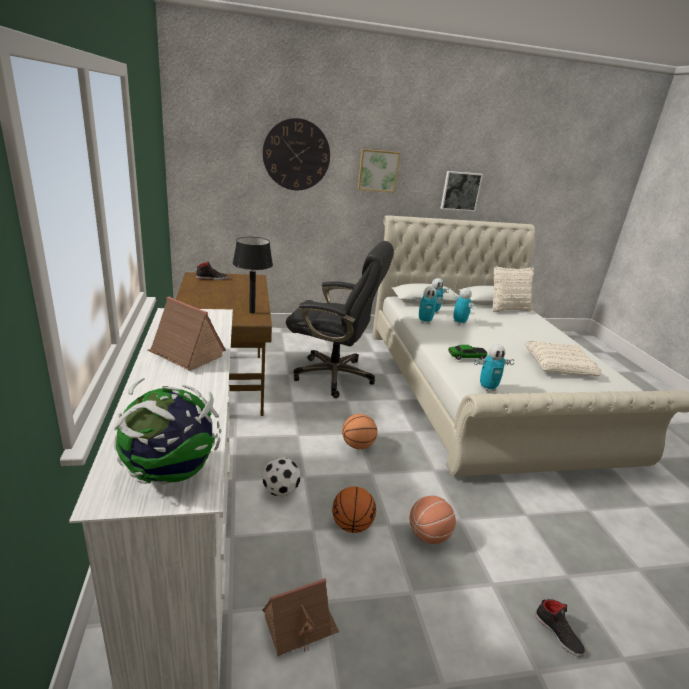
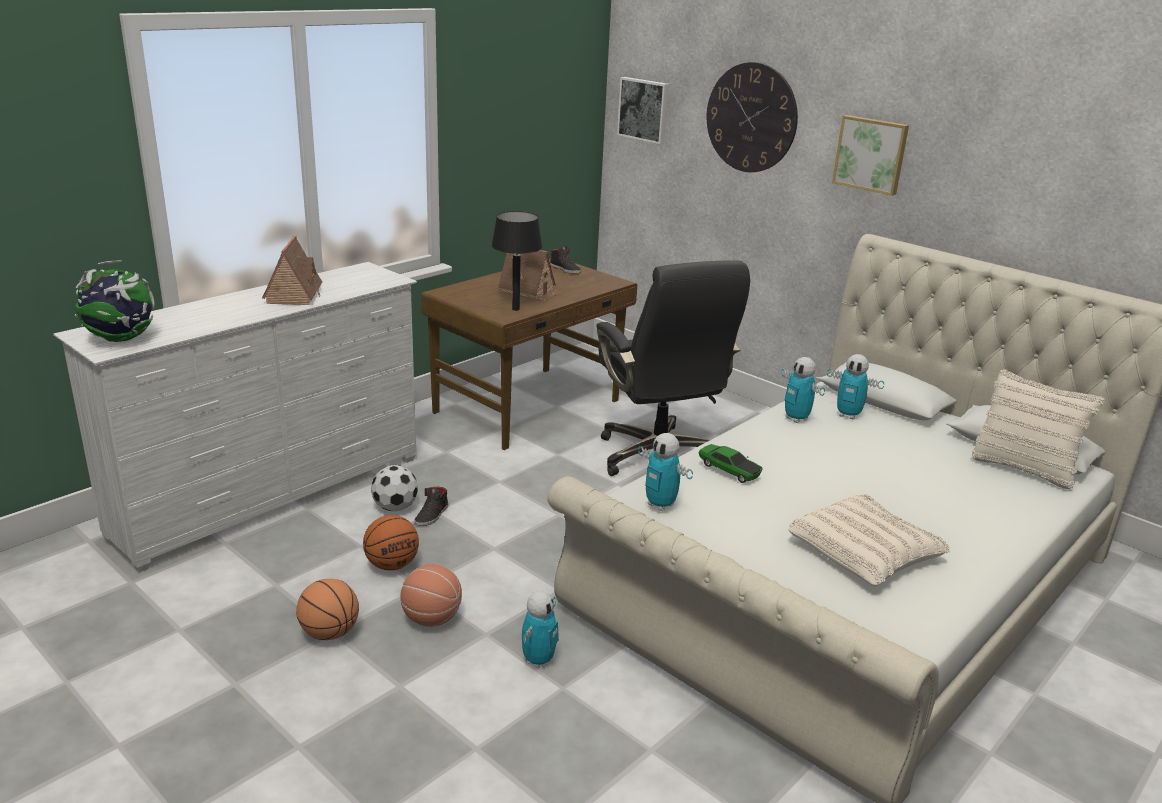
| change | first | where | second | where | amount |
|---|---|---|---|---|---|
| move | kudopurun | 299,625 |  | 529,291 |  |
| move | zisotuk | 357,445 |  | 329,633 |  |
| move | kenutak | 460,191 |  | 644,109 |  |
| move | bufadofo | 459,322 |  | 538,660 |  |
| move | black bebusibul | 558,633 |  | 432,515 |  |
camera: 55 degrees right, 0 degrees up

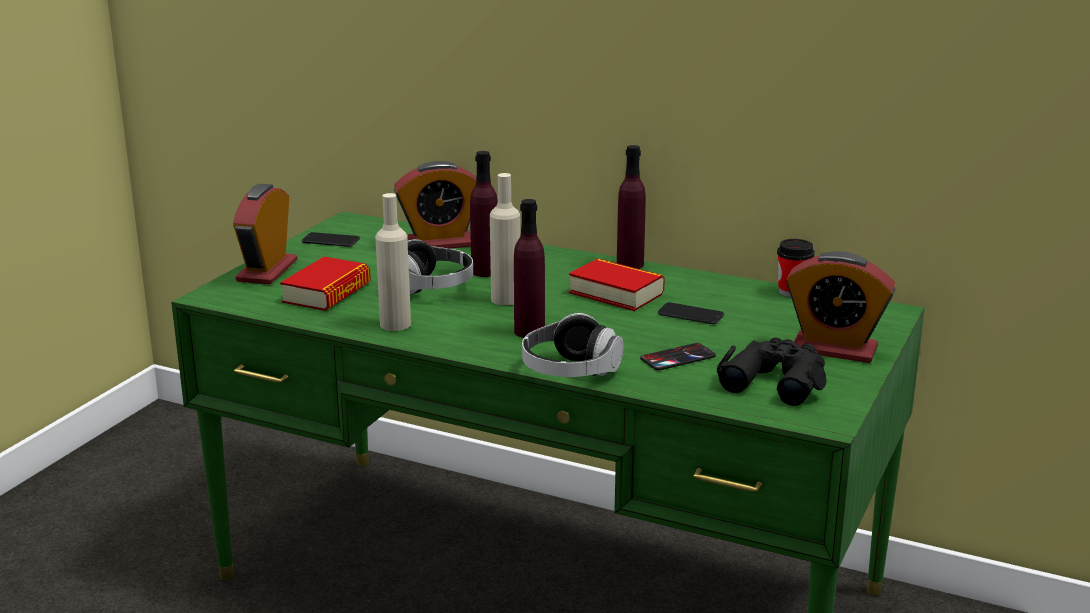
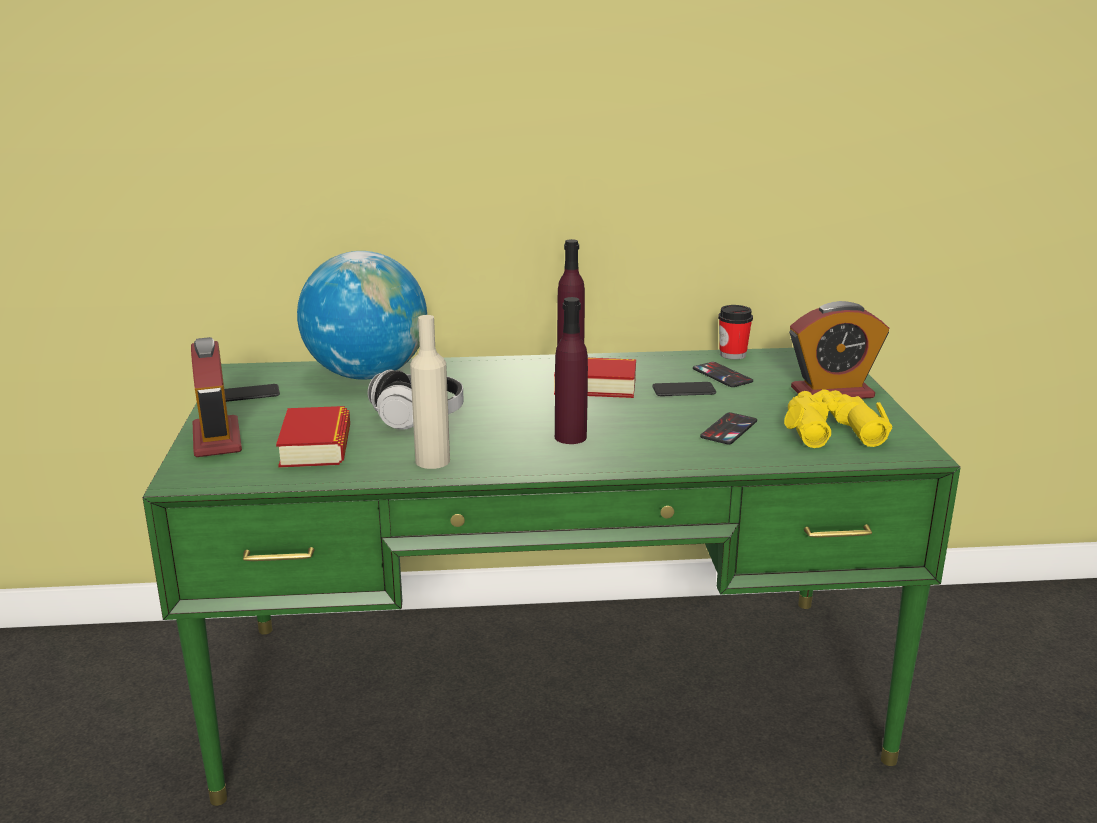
| change | first | where | second | where | amount |
|---|---|---|---|---|---|
| replace | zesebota | 439,243 | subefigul | 367,375 |  |
| delete | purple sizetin | 485,271 |  |  |  |
| delete | beige sizetin | 505,299 |  |  |  |
| delete | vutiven | 570,372 |  |  |  |
| recolor | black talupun | 775,380 | yellow talupun | 830,429 |  |
| insert |  |  | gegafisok | 722,375 |  |
camera: 30 degrees left, 0 degrees up

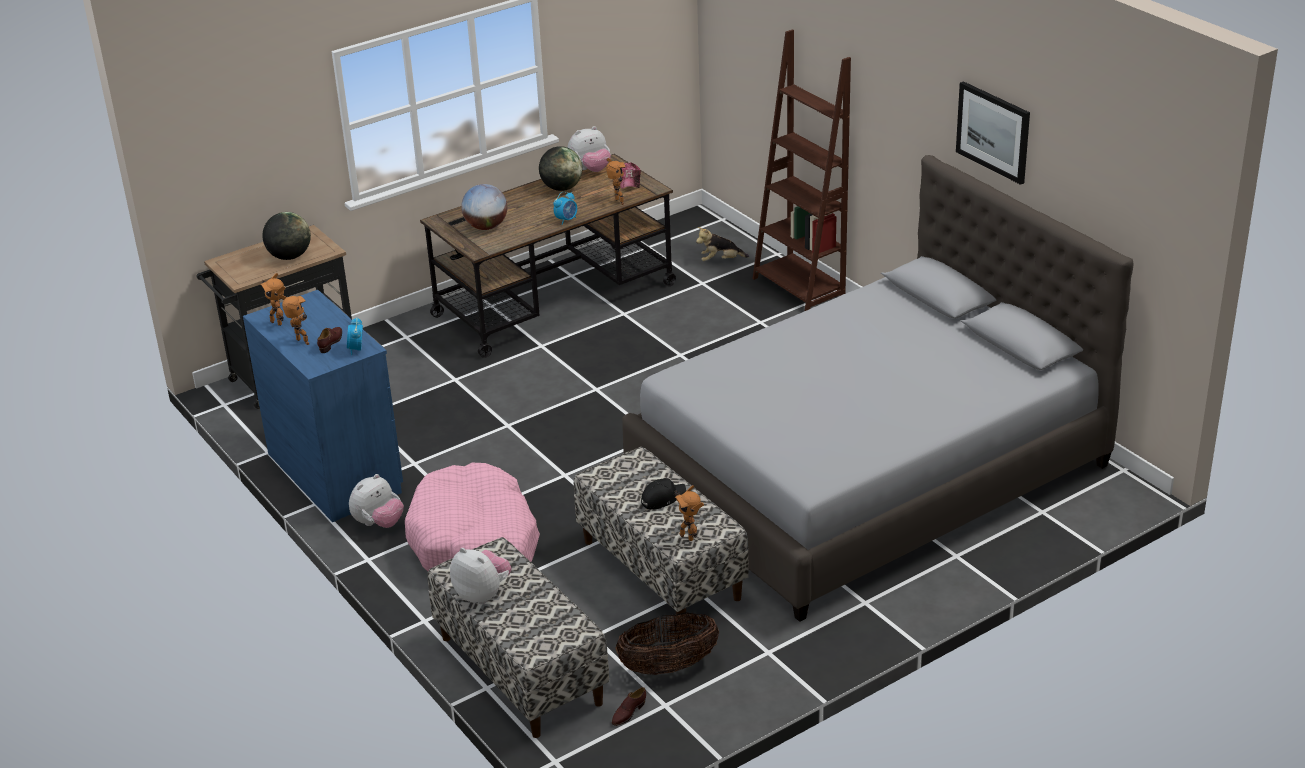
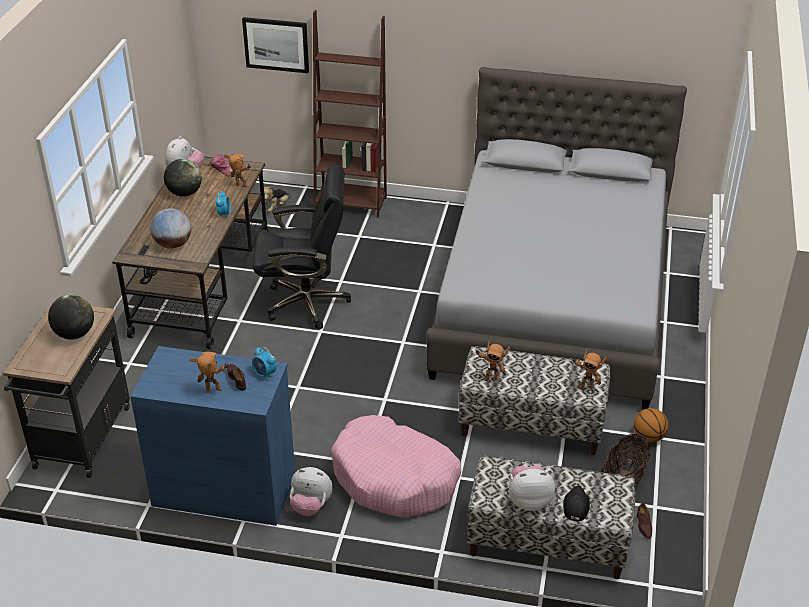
| change | first | where | second | where | amount |
|---|---|---|---|---|---|
| move | bufadofo | 277,322 |  | 490,378 |  |
| rotate | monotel | 378,523 |  | 311,506 | 105 degrees clockwise |
| move | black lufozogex | 662,498 |  | 575,506 |  |
| move | kenutak | 993,132 |  | 276,44 |  |
| insert |  |  | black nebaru | 305,303 |  |
| insert |  |  | zisotuk | 648,437 |  |
camera: 45 degrees left, 5 degrees up

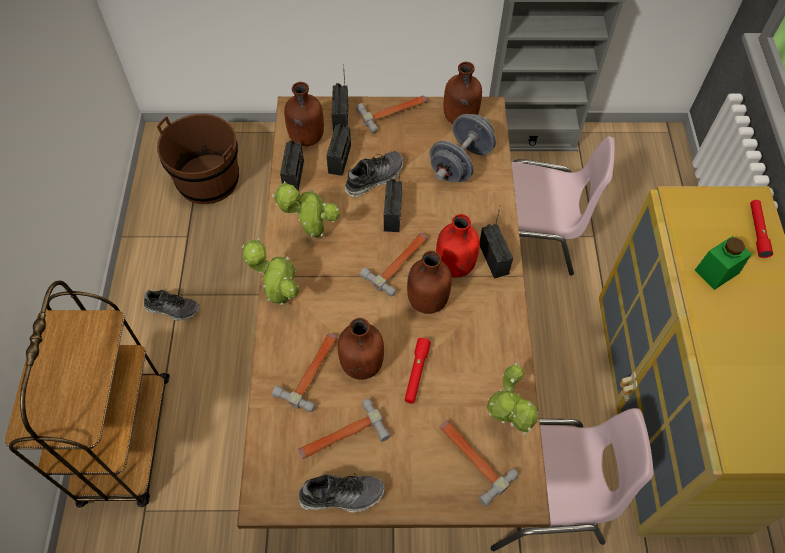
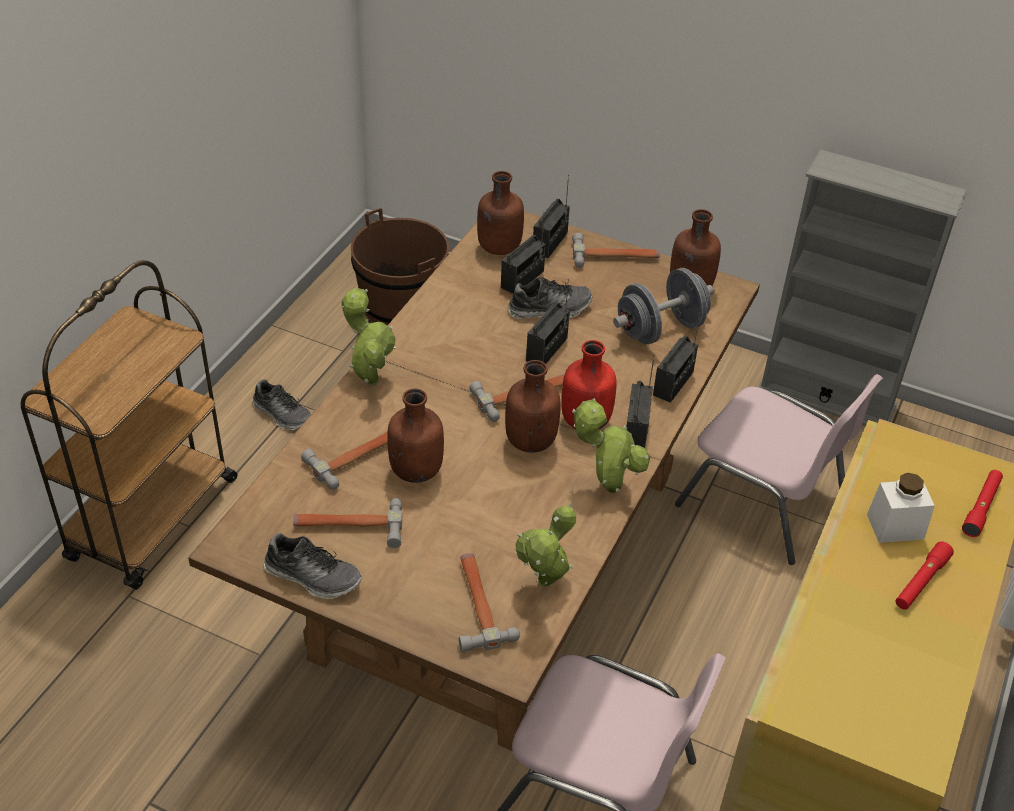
| change | first | where | second | where | amount |
|---|---|---|---|---|---|
| move | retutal | 312,233 |  | 607,487 |  |
| move | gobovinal | 294,176 |  | 673,383 |  |
| move | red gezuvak | 416,373 |  | 921,582 |  |
| recolor | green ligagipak | 716,271 | white ligagipak | 895,526 |  |
camera: 25 degrees right, 15 degrees down

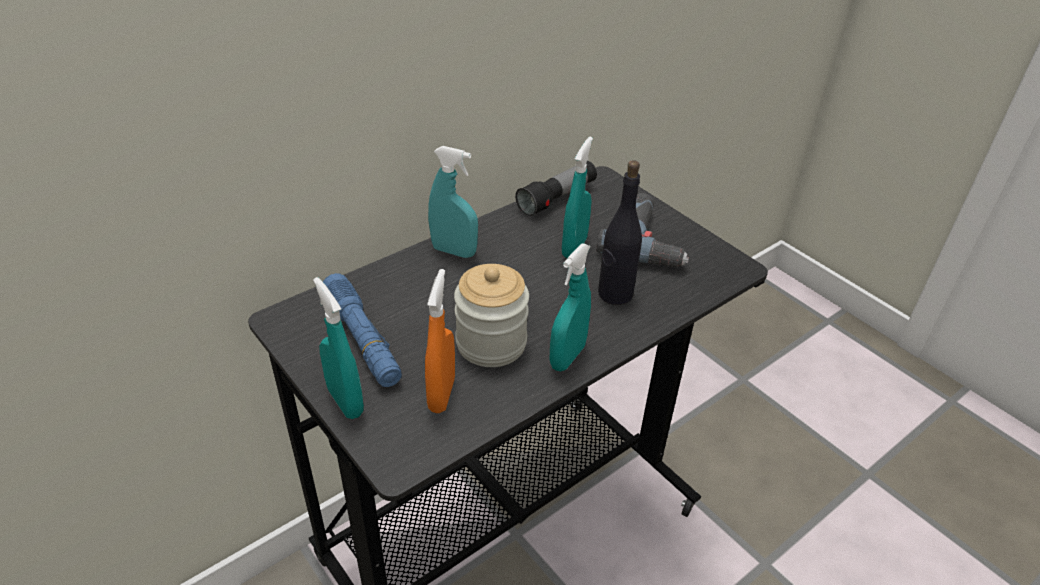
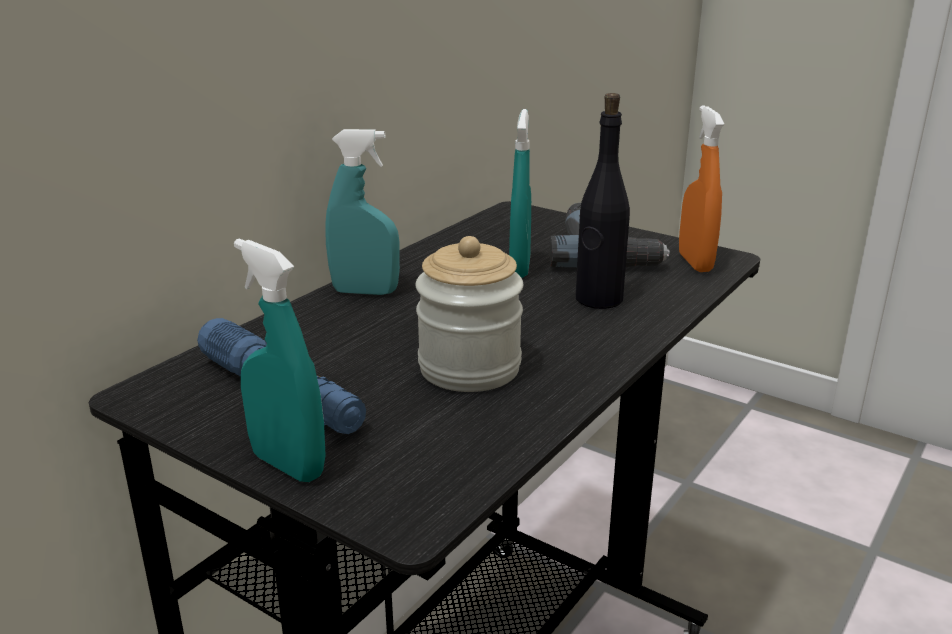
| change | first | where | second | where | amount |
|---|---|---|---|---|---|
| move | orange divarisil | 441,394 |  | 695,262 |  |
| delete | gezuvak | 557,198 |  |  |  |
| delete | turquoise divarisil | 567,357 |  |  |  |
camera: 15 degrees left, 15 degrees down

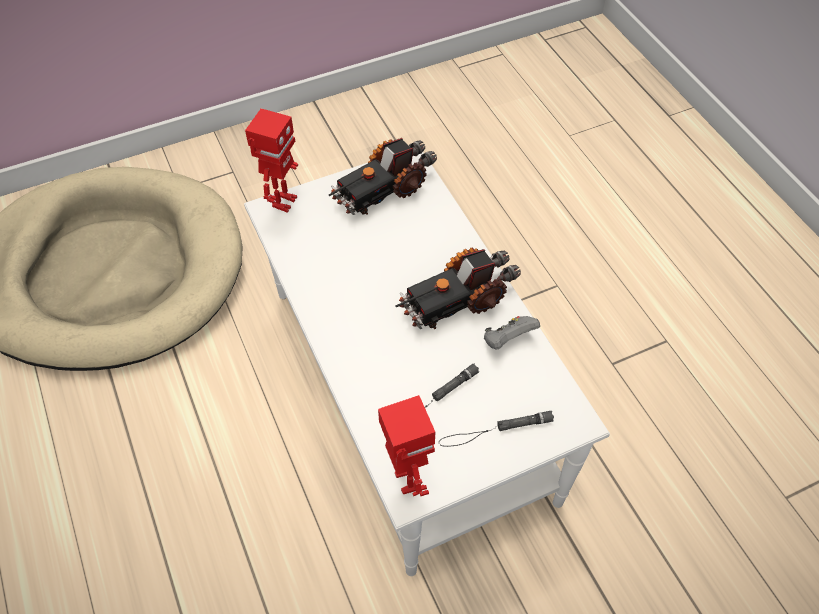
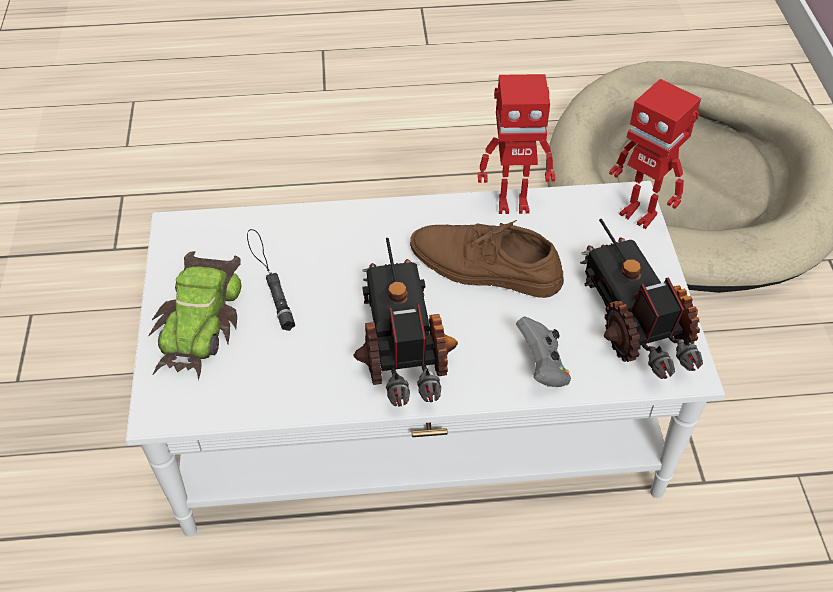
| change | first | where | second | where | amount |
|---|---|---|---|---|---|
| move | bufadofo | 407,480 |  | 512,203 |  |
| replace | black gezuvak | 495,431 | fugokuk | 200,323 |  |
| move | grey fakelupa | 507,340 |  | 542,367 |  |
| insert |  |  | brown bebusibul | 484,267 |  |
camera: 110 degrees right, 5 degrees down

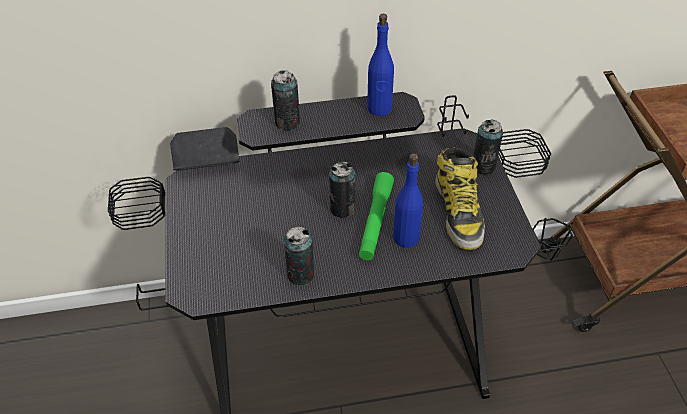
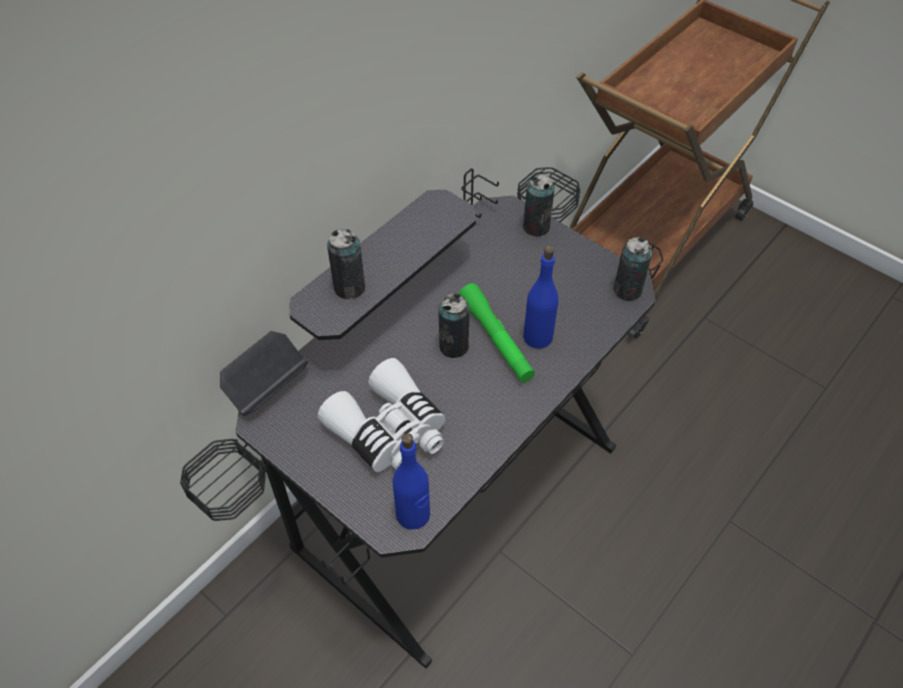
| change | first | where | second | where | amount |
|---|---|---|---|---|---|
| move | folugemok | 300,275 |  | 627,290 |  |
| move | blue sizetin | 379,108 |  | 413,515 |  |
| delete | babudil | 458,211 |  |  |  |
| insert |  |  | white talupun | 390,431 |  |
camera: 40 degrees left, 5 degrees up

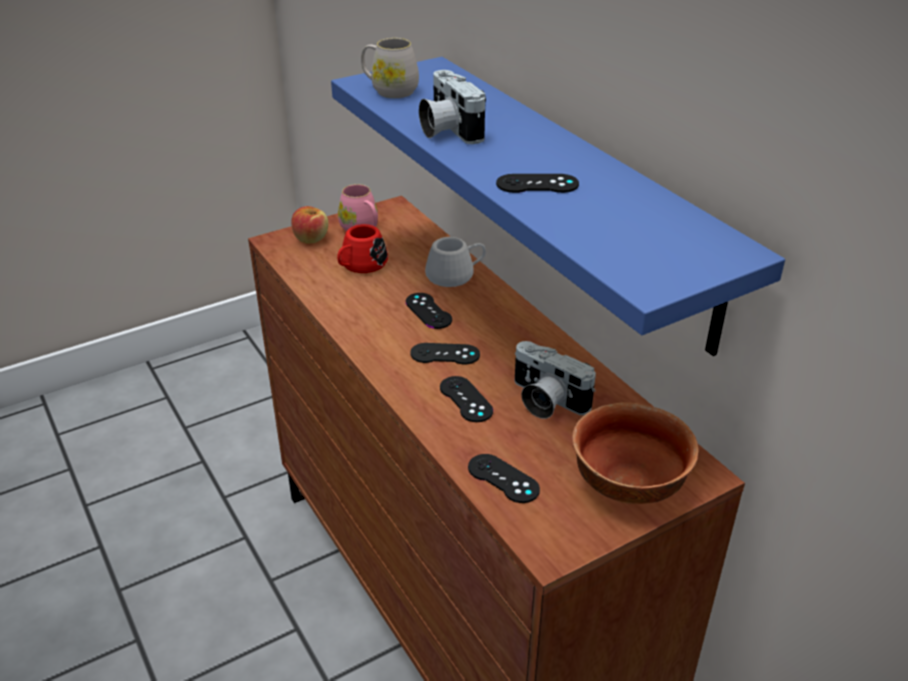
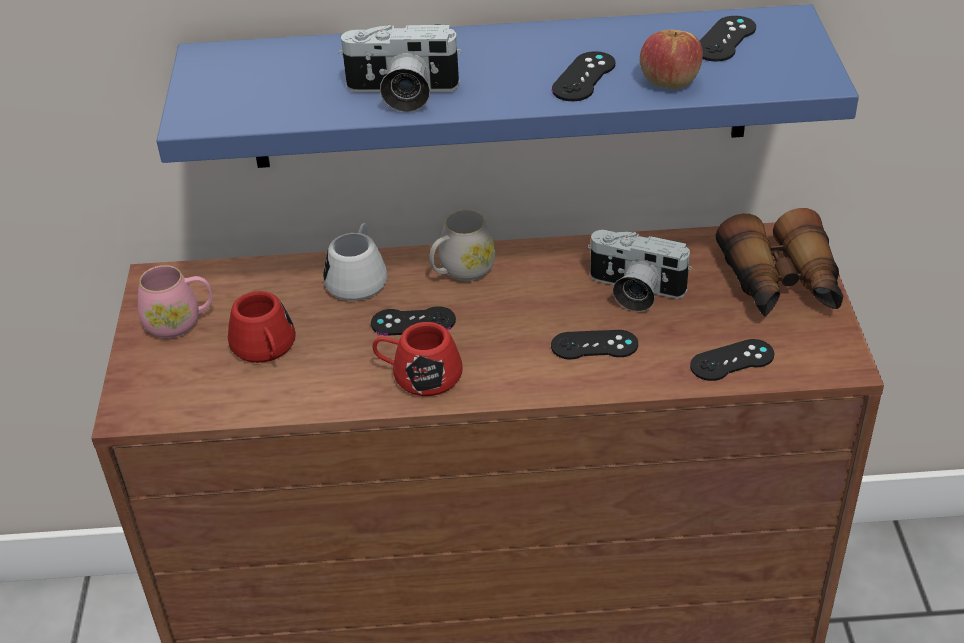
| change | first | where | second | where | amount |
|---|---|---|---|---|---|
| move | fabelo | 311,238 |  | 669,81 |  |
| move | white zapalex | 389,90 |  | 461,271 |  |
| move | black fakelupa | 445,354 |  | 725,39 |  |
| rotate | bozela | 545,401 |  | 633,291 | 45 degrees clockwise |
| replace | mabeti | 626,483 | talupun | 781,285 |  |
| insert |  |  | red zapalex | 418,374 |  |
camera: 60 degrees left, 5 degrees up

